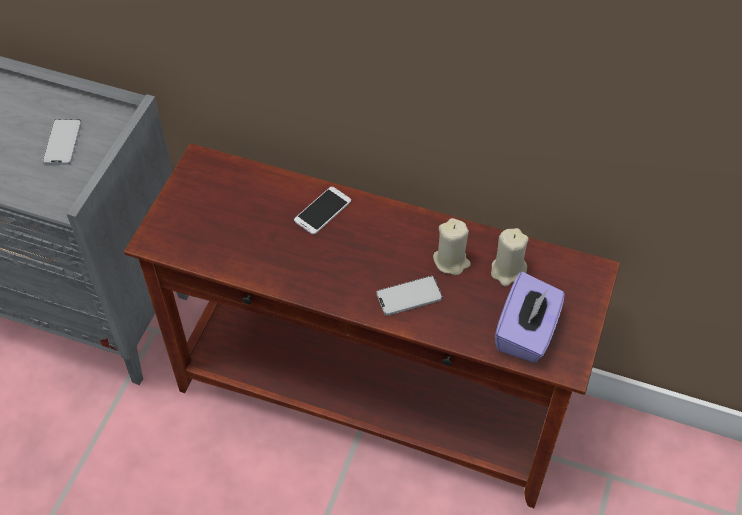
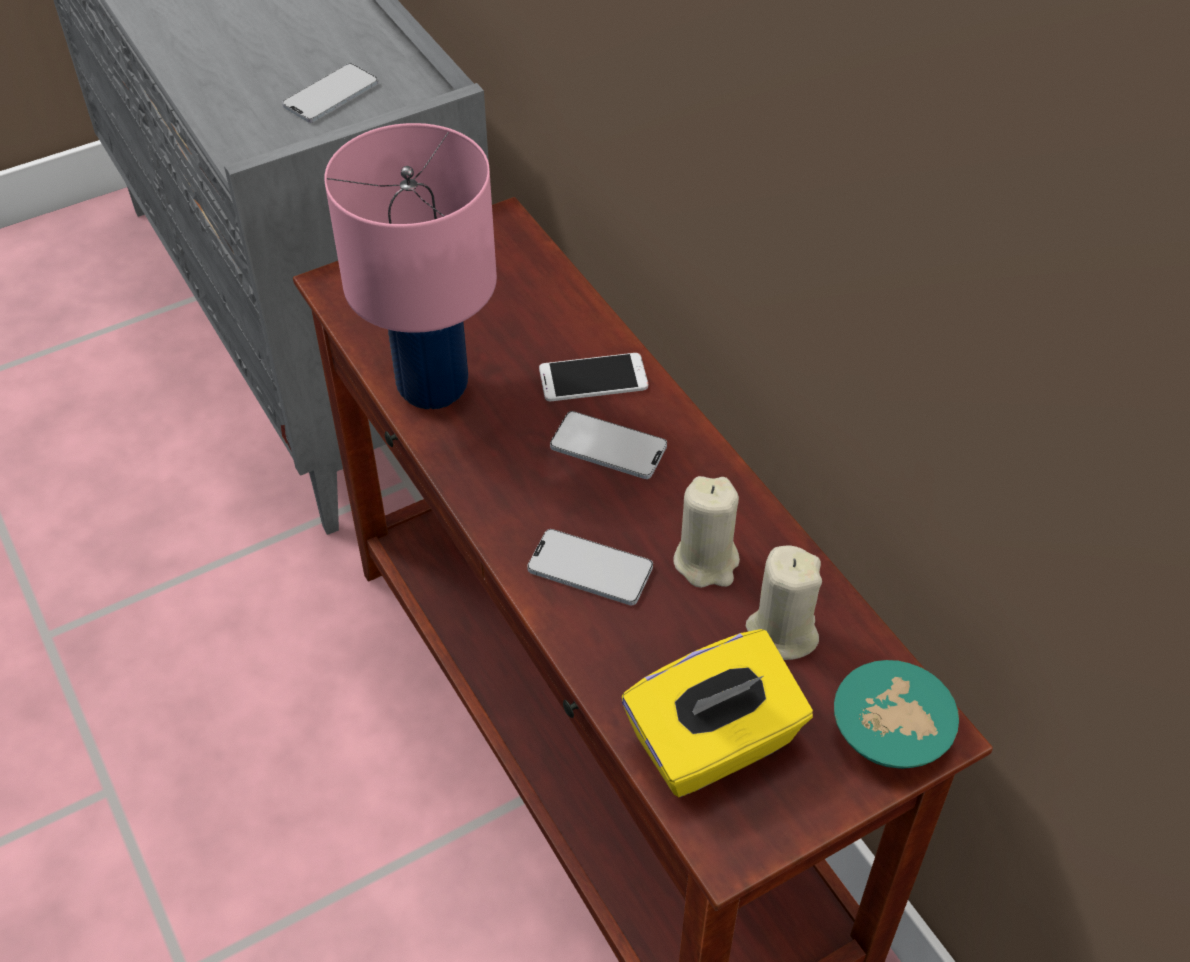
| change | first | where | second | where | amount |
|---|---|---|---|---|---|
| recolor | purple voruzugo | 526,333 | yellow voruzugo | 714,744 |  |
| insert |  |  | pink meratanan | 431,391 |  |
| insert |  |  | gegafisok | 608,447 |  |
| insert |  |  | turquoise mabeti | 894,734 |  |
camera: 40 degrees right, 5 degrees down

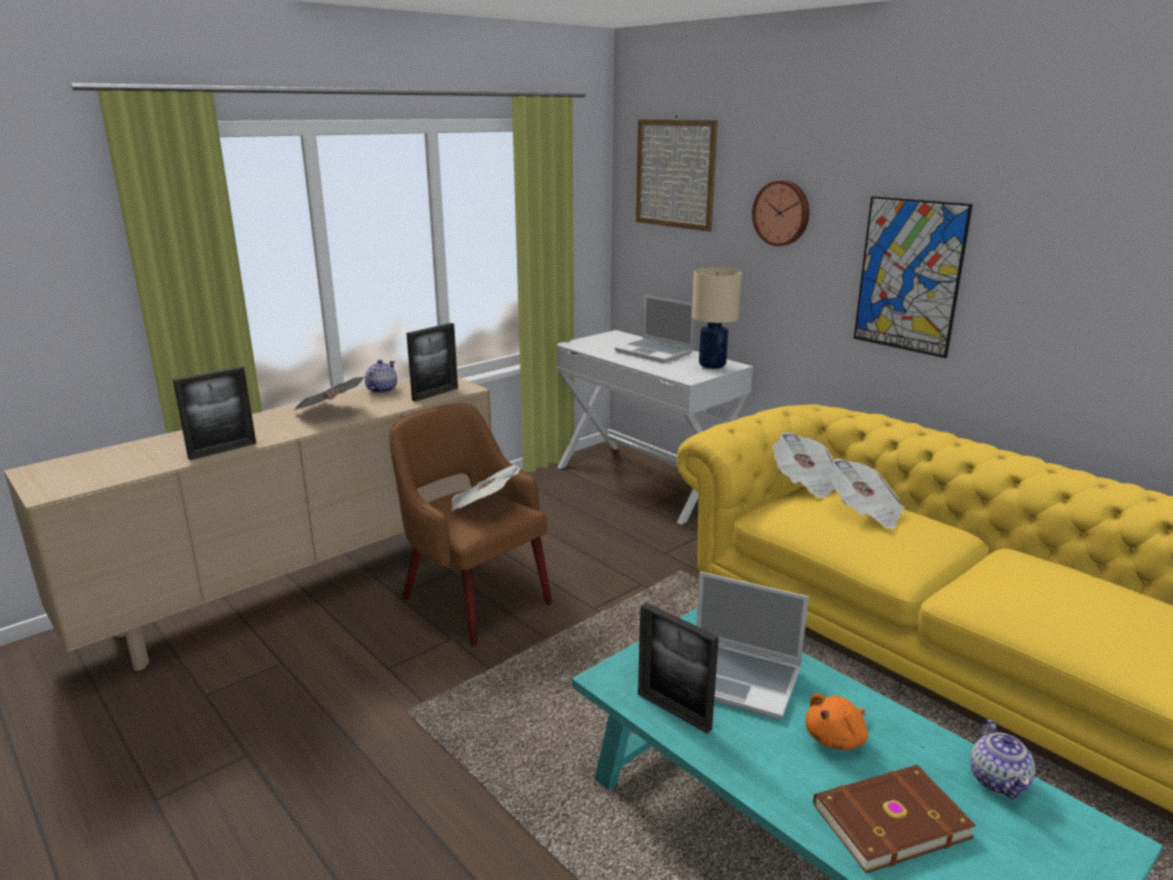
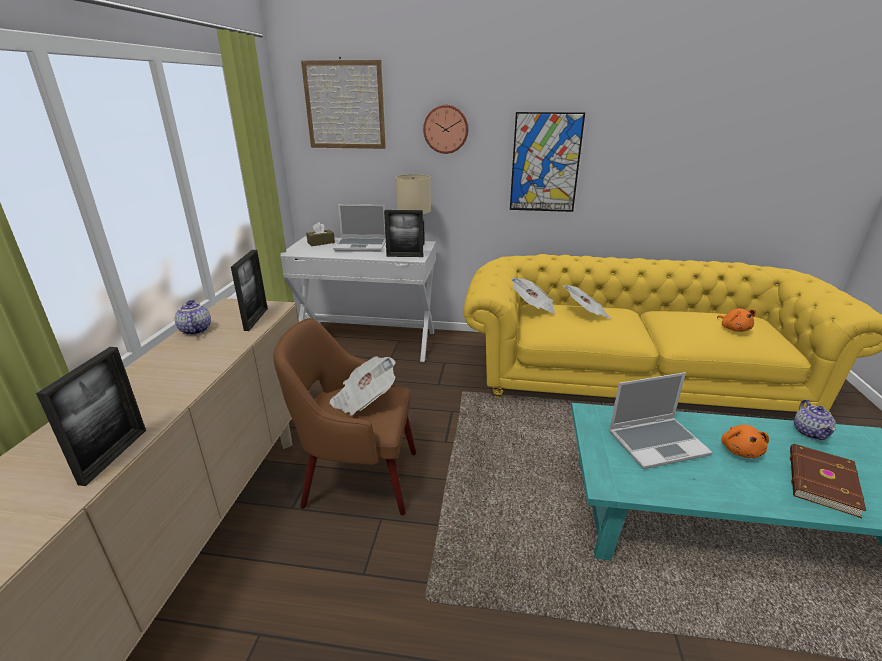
| change | first | where | second | where | amount |
|---|---|---|---|---|---|
| delete | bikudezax | 331,412 |  |  |  |
| move | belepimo | 674,711 |  | 405,256 |  |
| rotate | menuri | 998,780 |  | 810,432 | 45 degrees clockwise |
| insert |  |  | brown voruzugo | 321,243 |  |
| insert |  |  | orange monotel | 734,329 |  |
camera: 40 degrees left, 5 degrees up

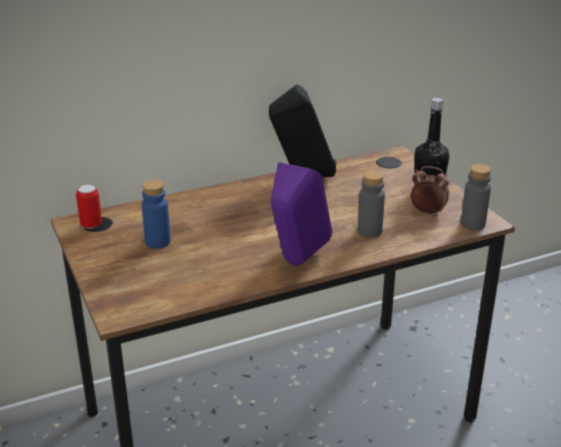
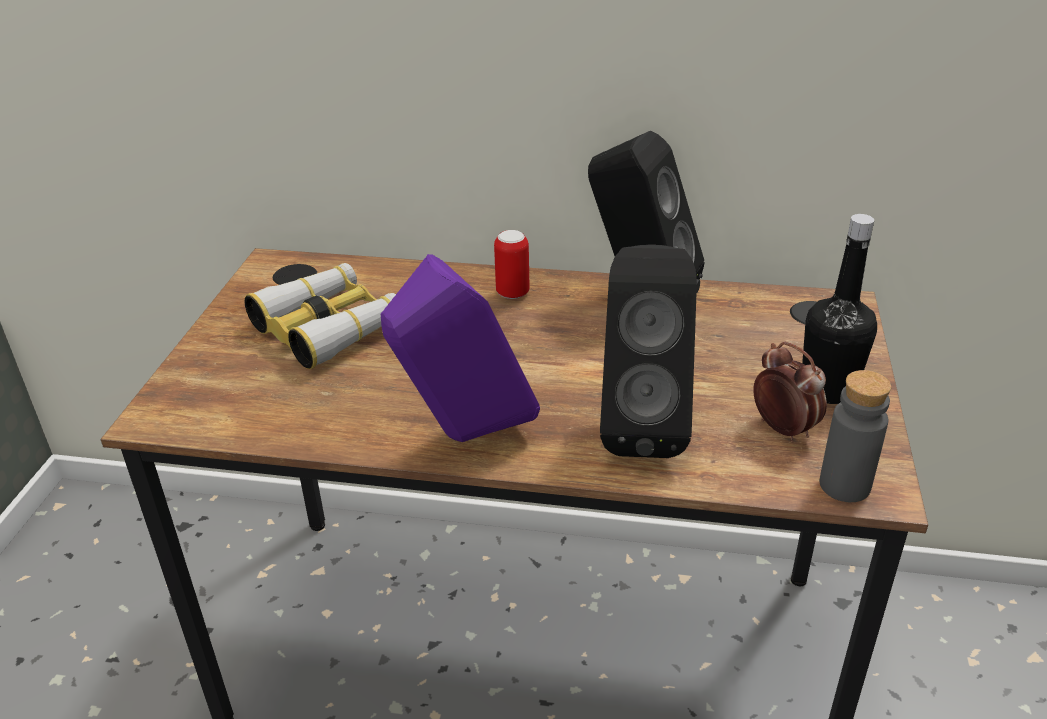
| change | first | where | second | where | amount |
|---|---|---|---|---|---|
| move | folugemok | 91,225 |  | 512,293 |  |
| replace | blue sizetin | 158,242 | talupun | 329,327 |  |
| replace | grey sizetin | 369,231 | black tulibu | 642,426 |  |
camera: 35 degrees right, 5 degrees up

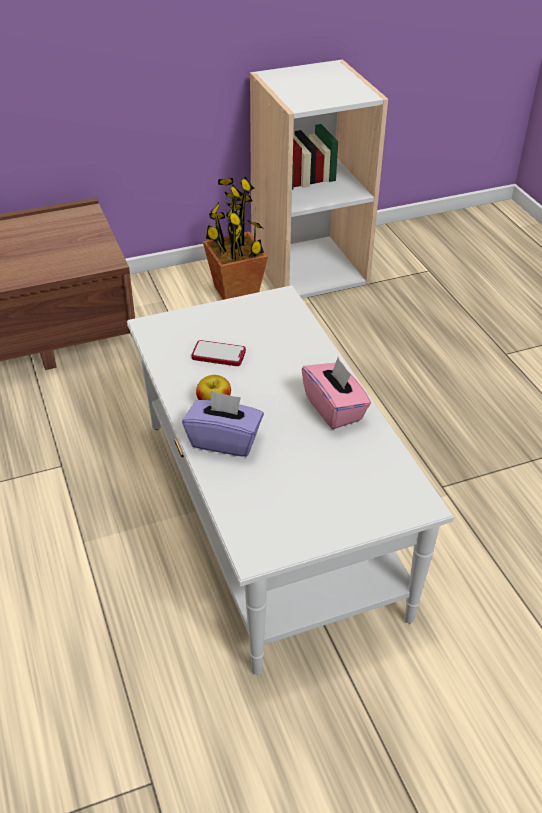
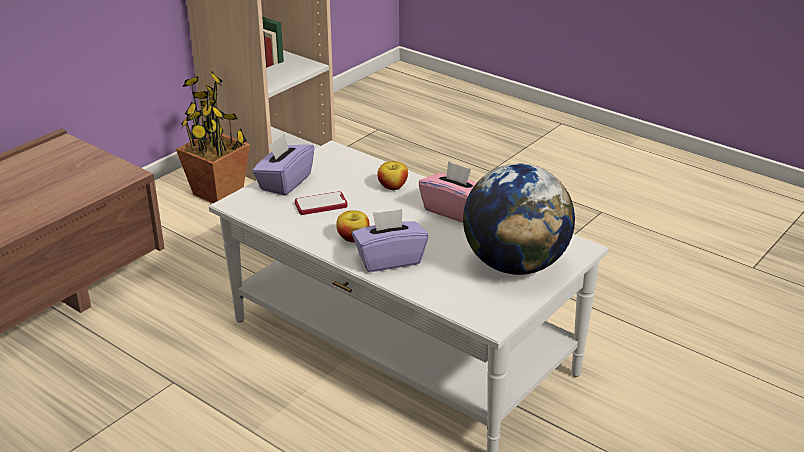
| change | first | where | second | where | amount |
|---|---|---|---|---|---|
| insert |  |  | purple voruzugo | 284,182 |  |
| insert |  |  | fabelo | 392,186 |  |
| insert |  |  | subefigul | 515,265 |  |
camera: 30 degrees left, 10 degrees down

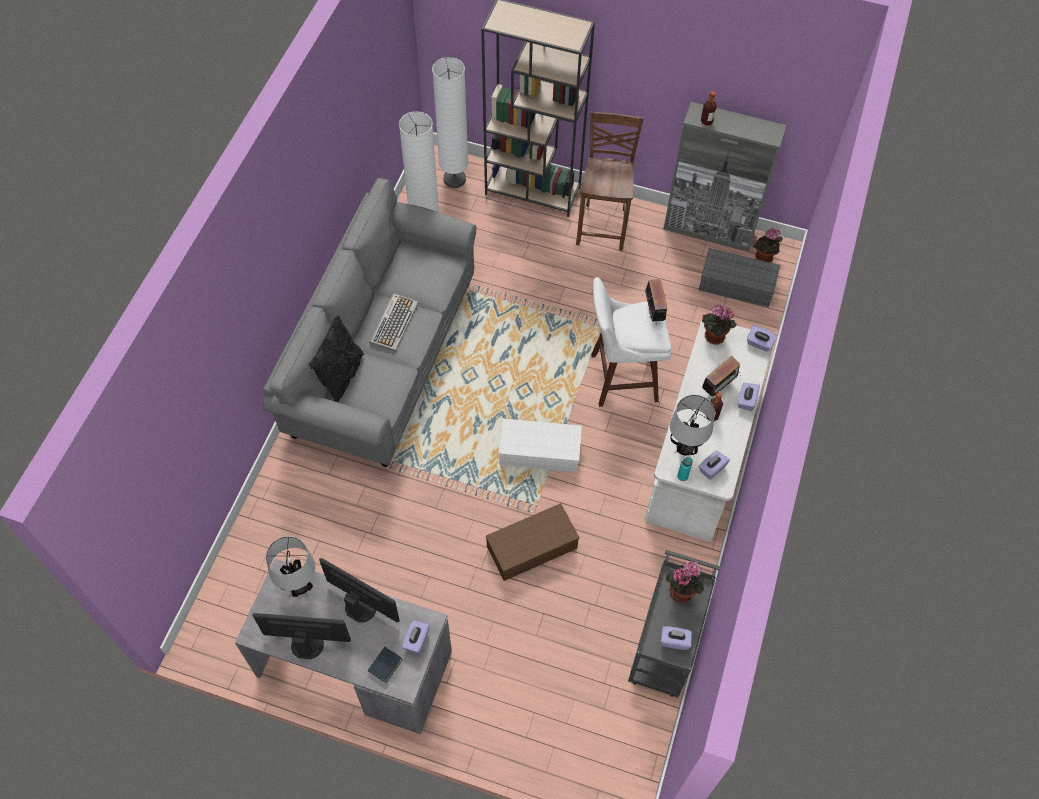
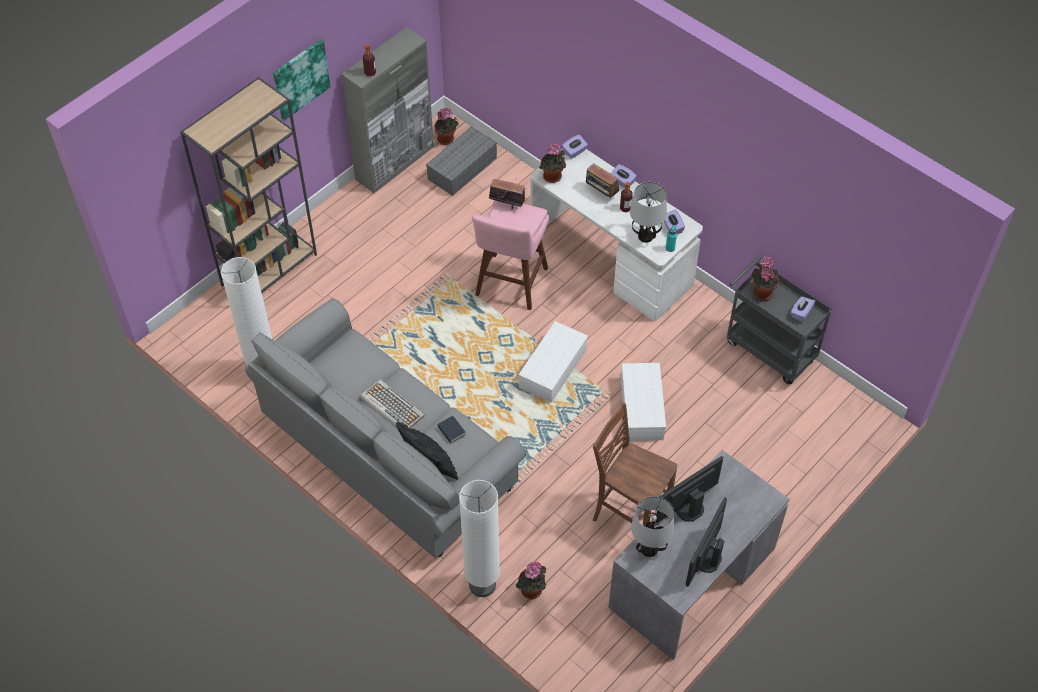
| change | first | where | second | where | amount |
|---|---|---|---|---|---|
| move | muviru | 385,665 |  | 451,431 |  |
| delete | purple voruzugo | 416,640 |  |  |  |
| move | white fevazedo | 454,179 |  | 482,585 |  |
| recolor | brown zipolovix | 532,546 | white zipolovix | 640,407 |  |
| move | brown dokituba | 603,226 |  | 628,516 |  |
| recolor | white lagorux | 620,378 | pink lagorux | 510,284 |  |
| rotate | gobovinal | 718,387 |  | 601,193 | 150 degrees clockwise |
| insert |  |  | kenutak | 300,78 |  |
| insert |  |  | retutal | 532,592 |  |
camera: 65 degrees left, 5 degrees down

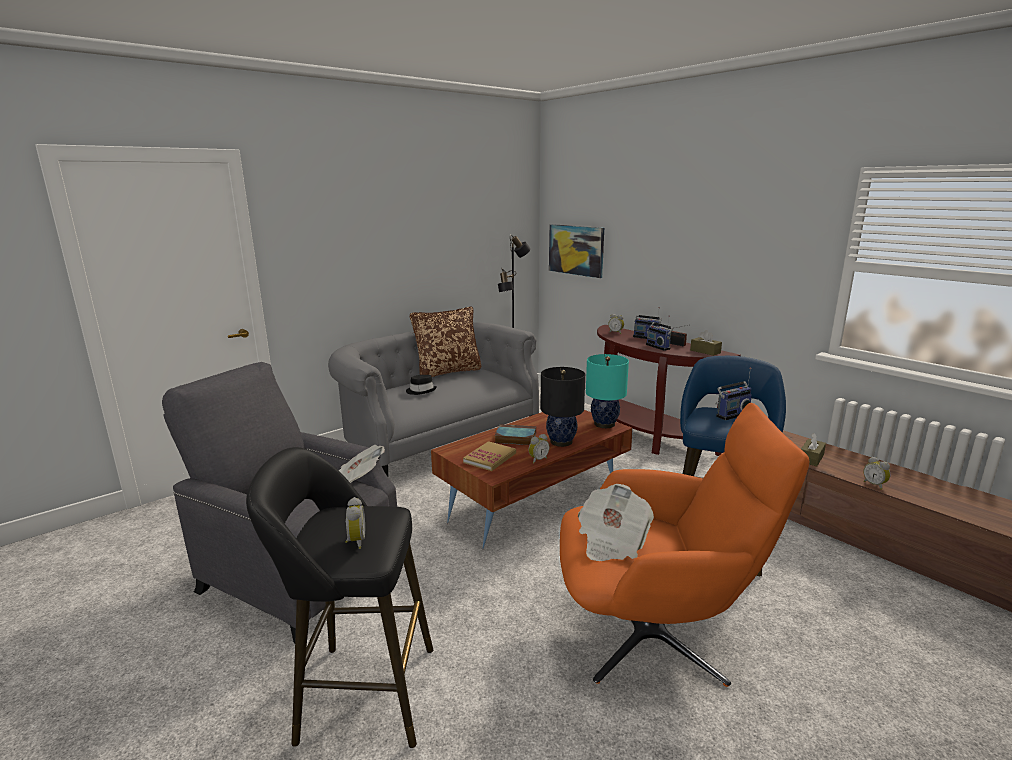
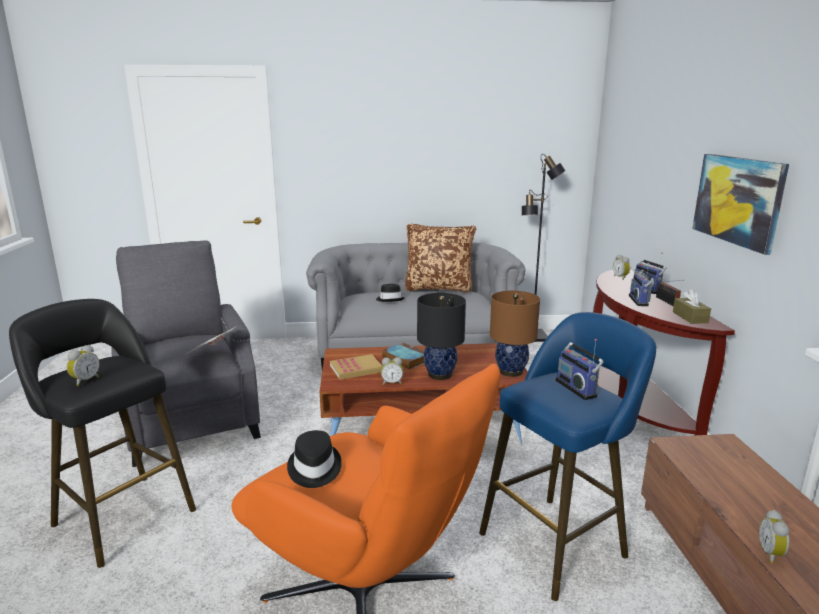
| change | first | where | second | where | amount |
|---|---|---|---|---|---|
| move | kenutak | 576,250 |  | 738,200 |  |
| replace | bikudezax | 611,541 | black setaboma | 314,468 |  |
| recolor | turquoise meratanan | 604,424 | brown meratanan | 511,371 |  |
| rotate | gobovinal | 731,414 |  | 577,388 | 60 degrees clockwise |
| delete | brown voruzugo | 811,458 |  |  |  |
camera: 35 degrees right, 0 degrees up

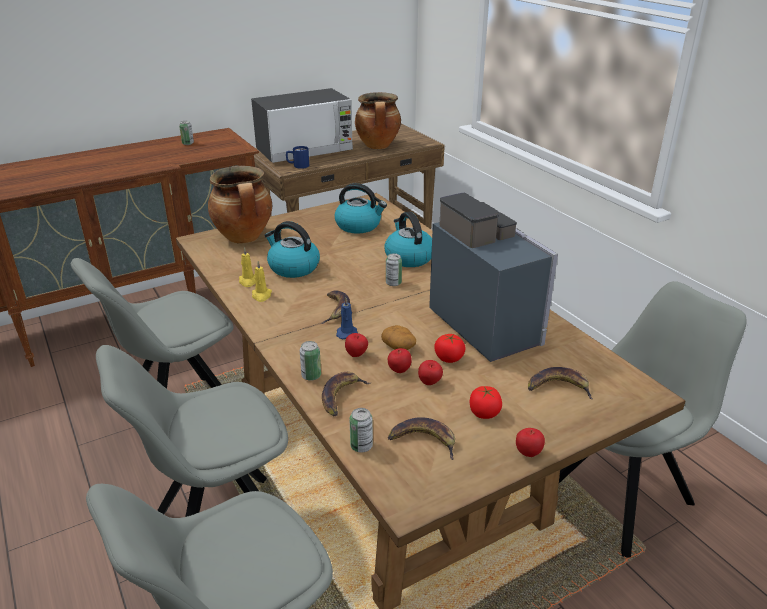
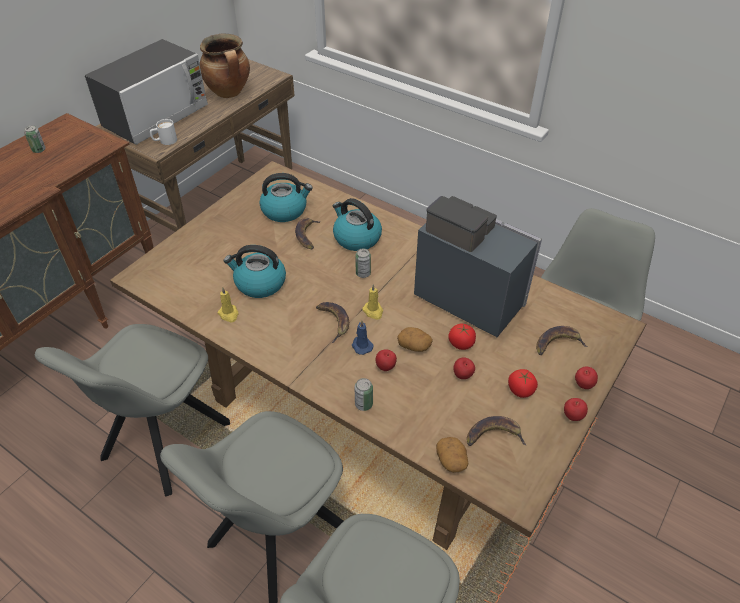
| change | first | where | second | where | amount |
|---|---|---|---|---|---|
| delete | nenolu | 245,238 |  |  |  |
| move | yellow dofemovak | 261,295 |  | 373,311 |  |
| recolor | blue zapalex | 298,166 | white zapalex | 165,141 |  |
| move | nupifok | 341,396 |  | 307,235 |  |
| replace | folugemok | 361,446 | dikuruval | 451,460 |  |
| move | fabelo | 399,371 |  | 583,385 |  |
camera: 25 degrees left, 15 degrees up

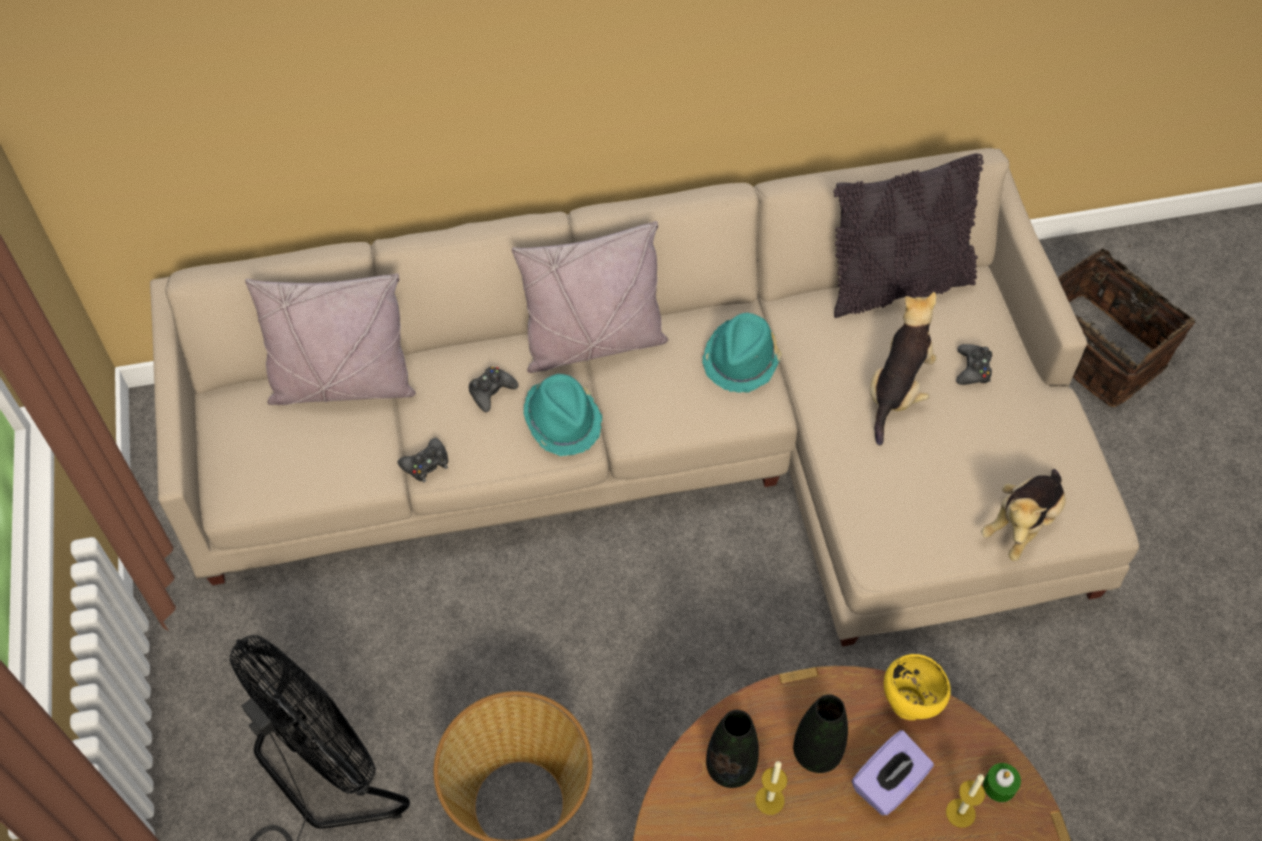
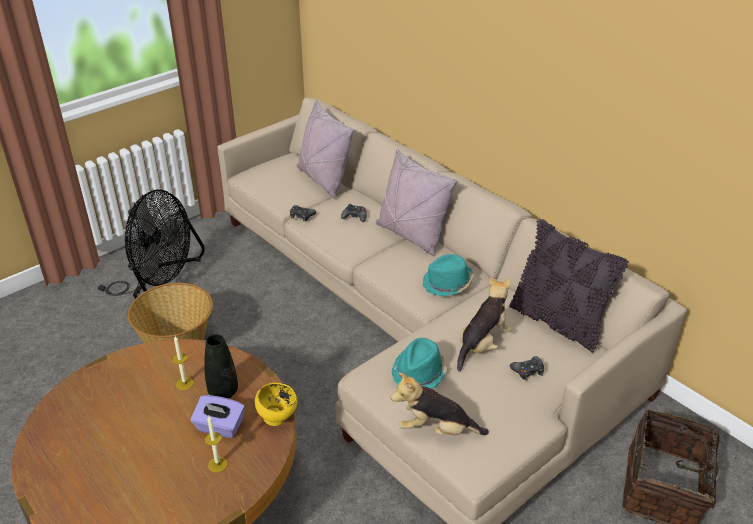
| change | first | where | second | where | amount |
|---|---|---|---|---|---|
| move | turquoise setaboma | 563,421 |  | 419,372 |  |
| delete | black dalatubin | 730,767 |  |  |  |
| rotate | monotel | 897,389 |  | 482,345 | 45 degrees counterclockwise |
| delete | green dofemovak | 999,786 |  |  |  |
camera: 60 degrees right, 20 degrees down

